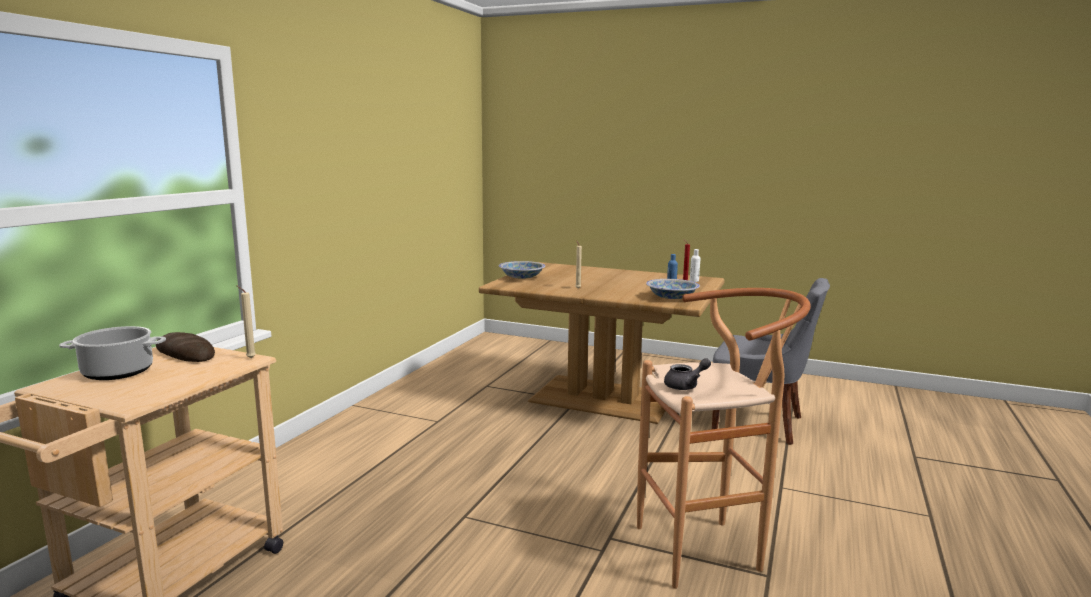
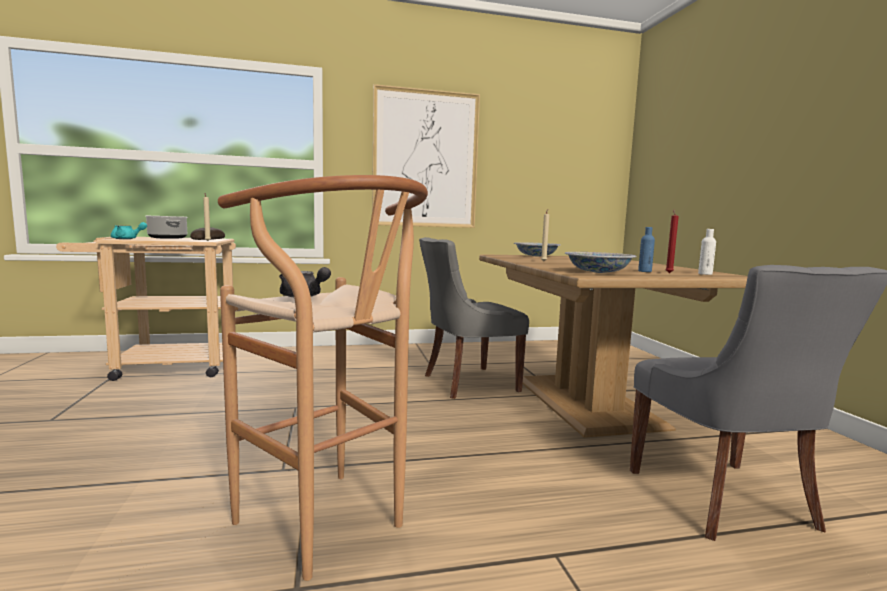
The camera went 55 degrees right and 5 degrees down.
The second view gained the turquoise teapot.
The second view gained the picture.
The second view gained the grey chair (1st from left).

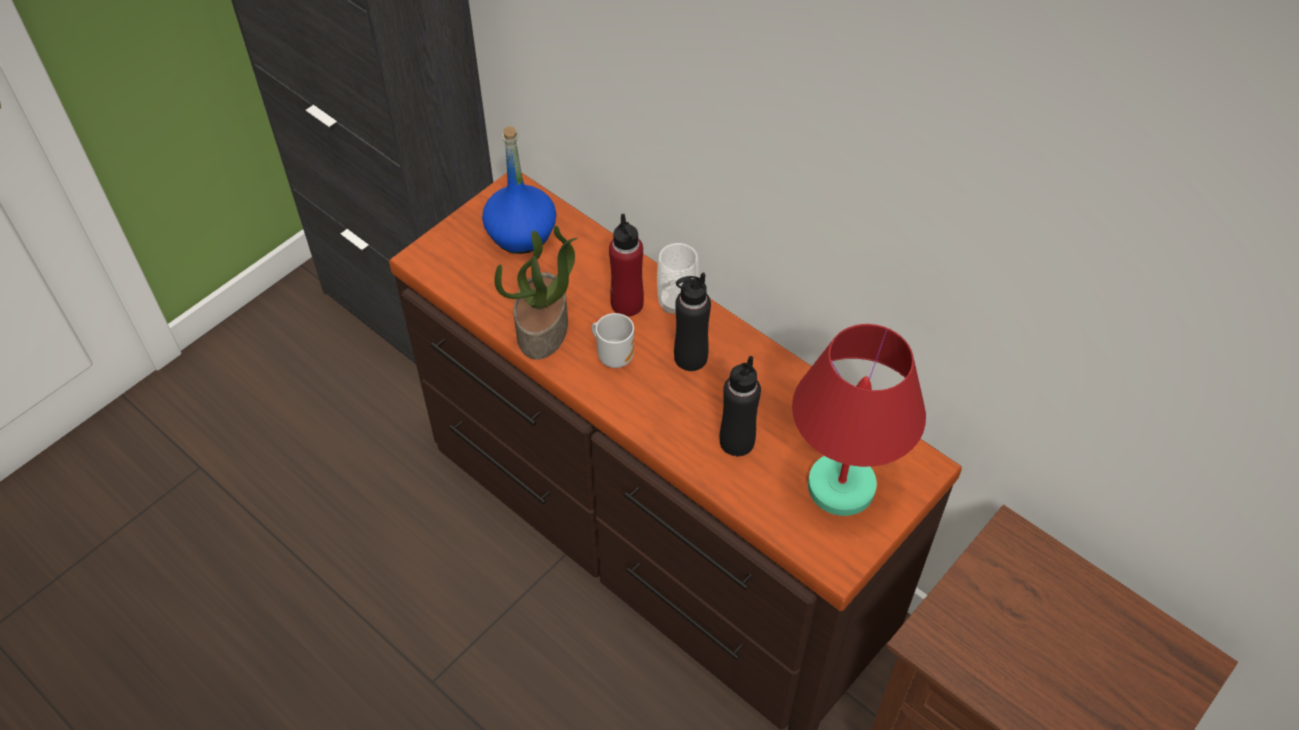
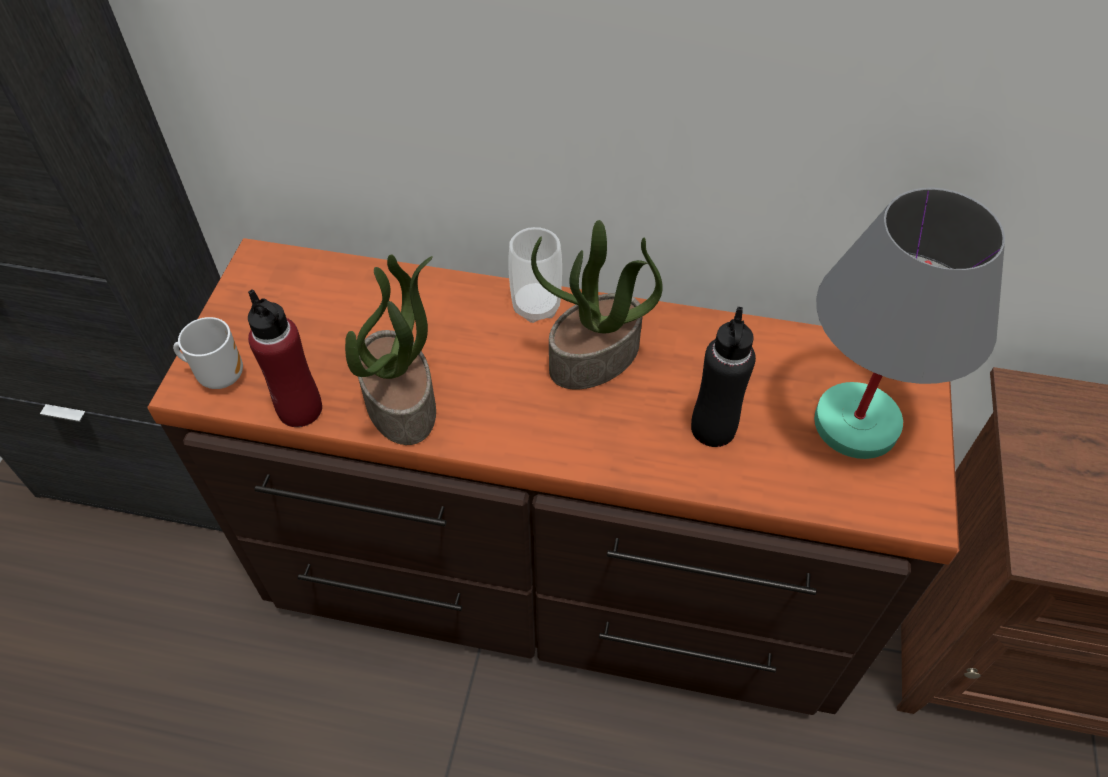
The camera went 30 degrees left and 0 degrees up.
The mug ended up elsewhere.
The red bottle ended up elsewhere.
Where the black bottle (1st from left) stood, the potted plant (2nd from left) came to stand.
What was the red table lamp turned into the grey table lamp.
The second view lost the blue bottle.

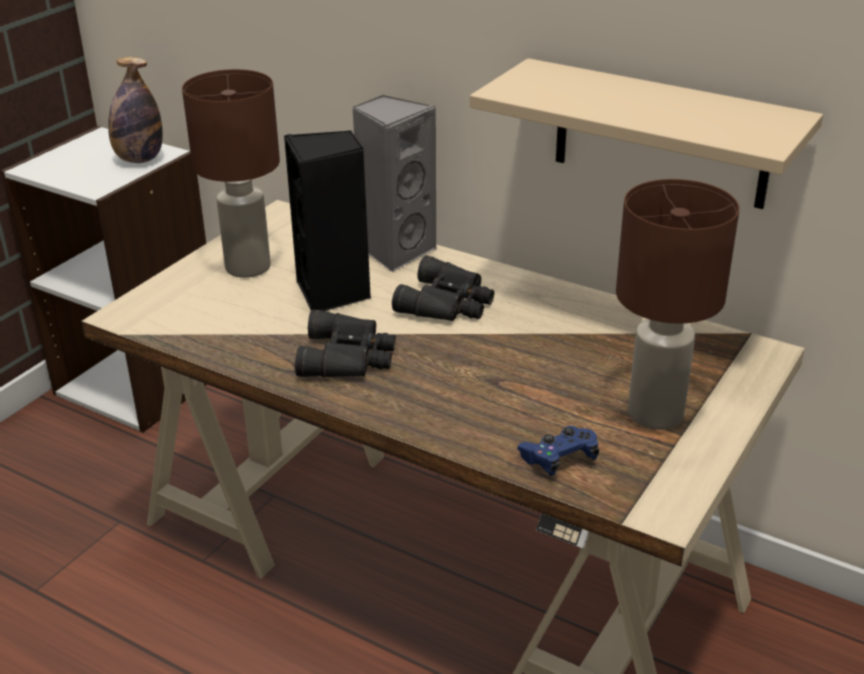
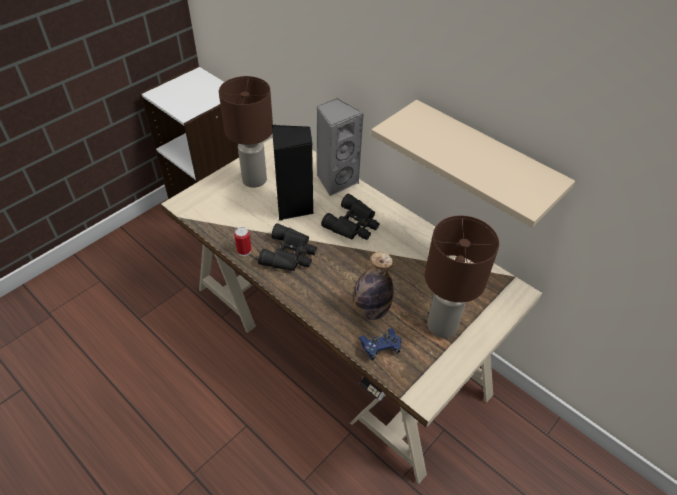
The camera went 10 degrees right and 15 degrees up.
The second view gained the can.
The bottle ended up elsewhere.

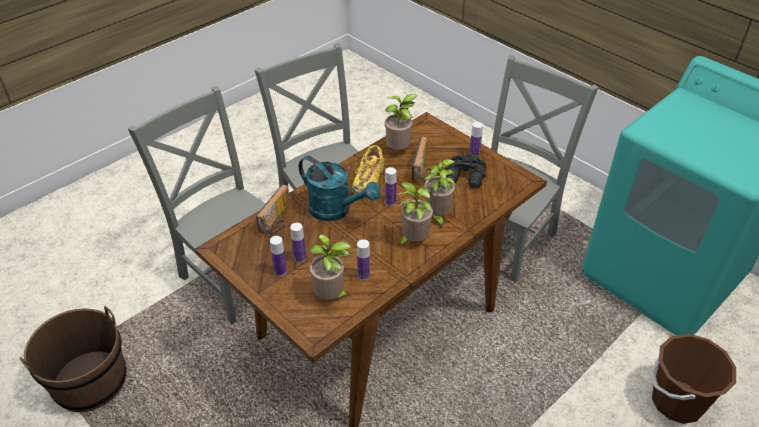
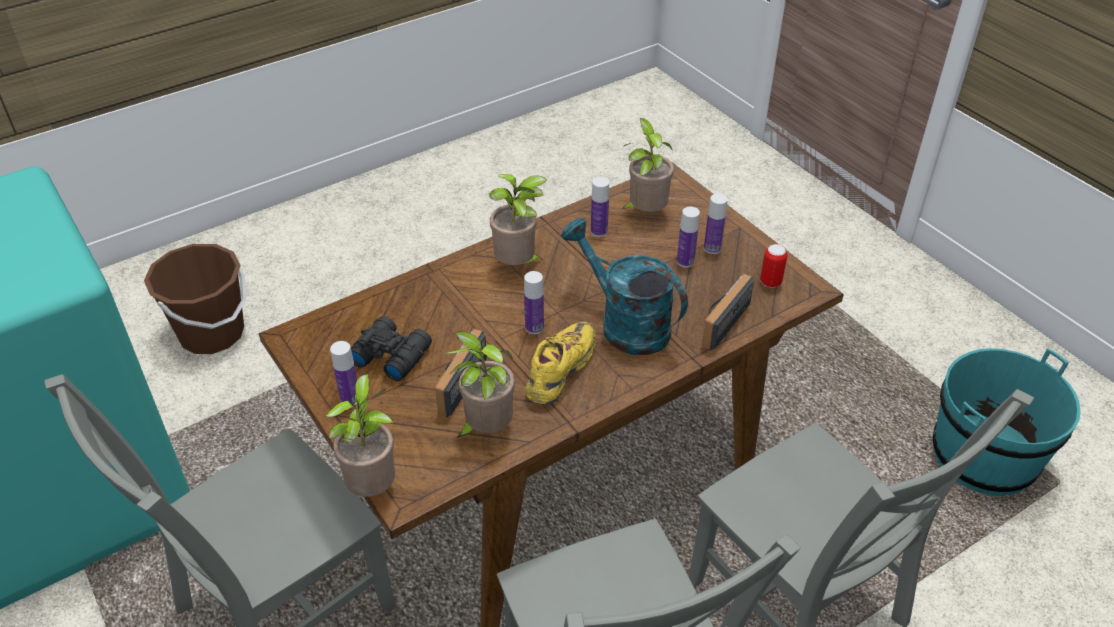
The camera went 170 degrees left and 0 degrees up.
The potted plant (4th from left in the first image) ended up elsewhere.
The second view gained the can.
What was the brown bucket (1st from left) turned into the turquoise bucket.

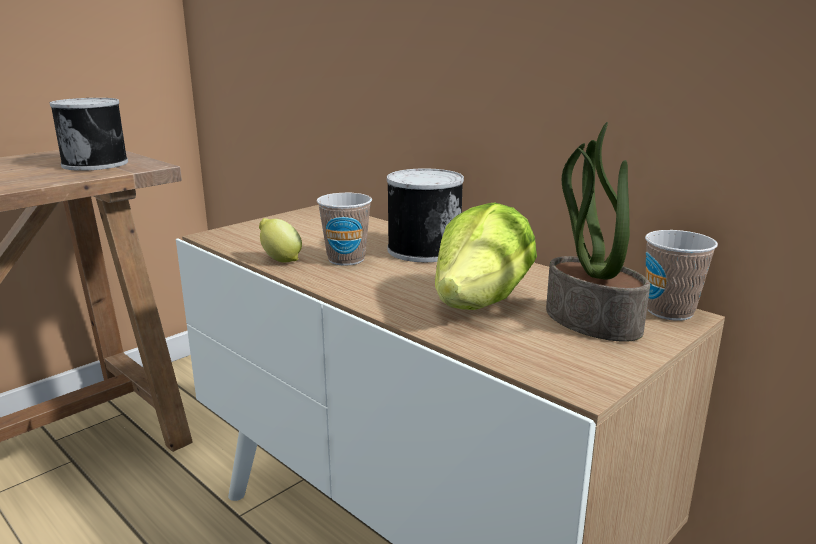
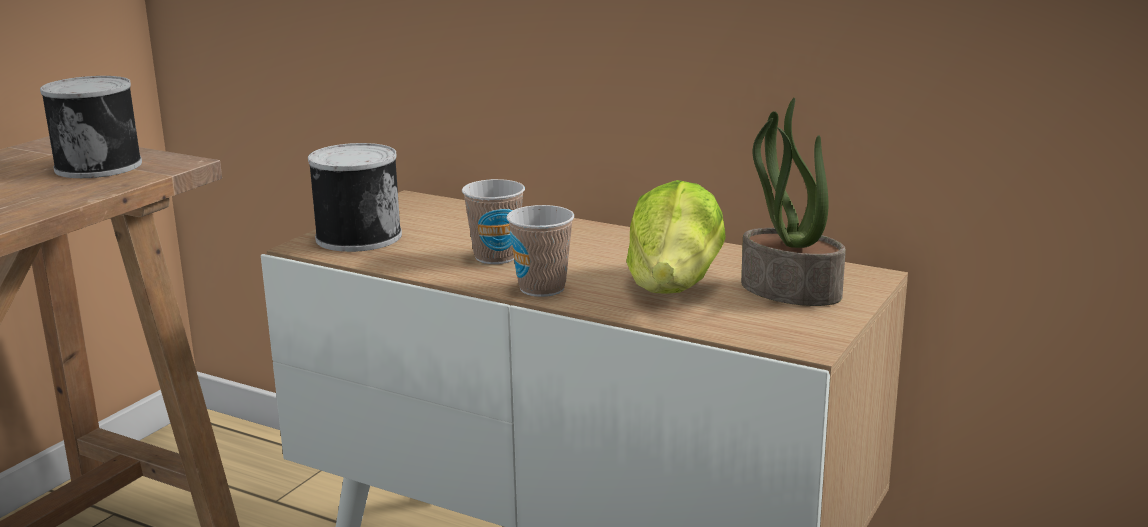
The camera went 15 degrees left and 0 degrees up.
The can (2nd from left) ended up elsewhere.
The cup (2nd from left) ended up elsewhere.
The second view lost the lemon.

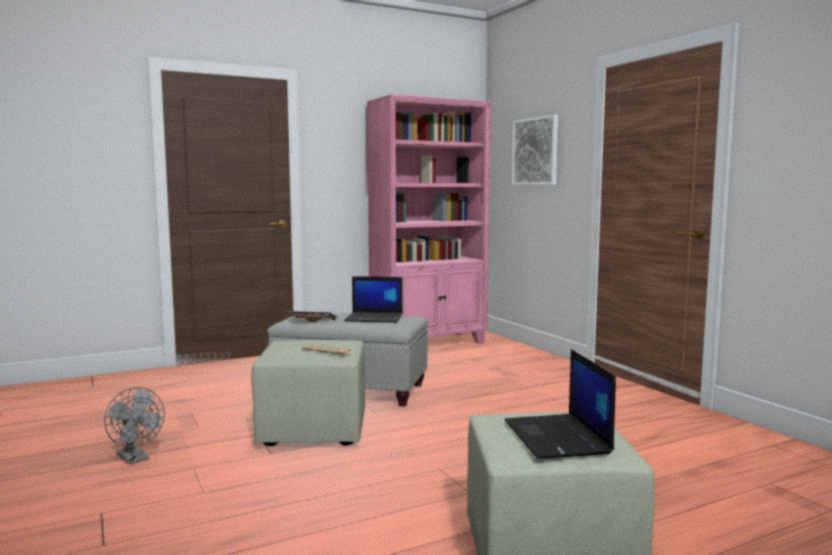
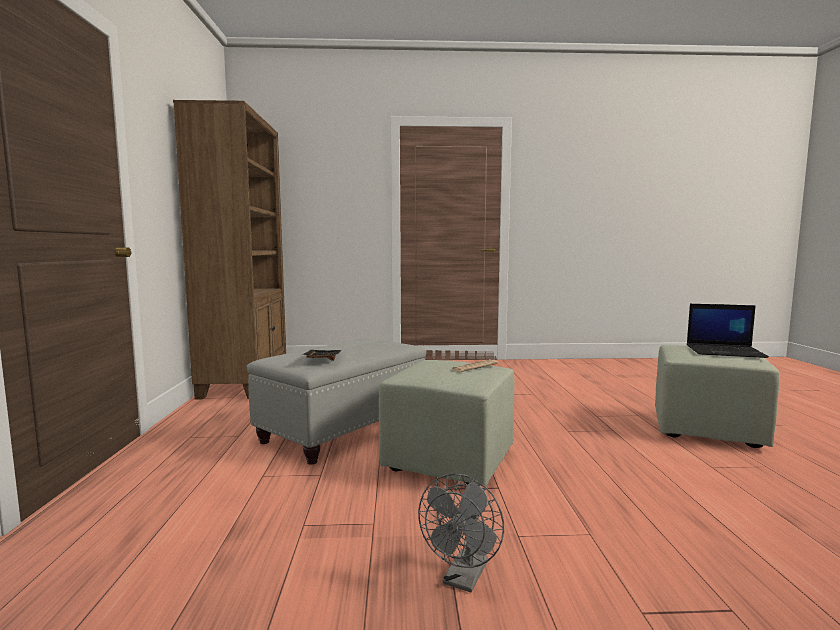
The camera went 65 degrees left and 0 degrees up.
What was the pink bookcase turned into the brown bookcase.
The grey fan ended up facing another way, 135 degrees clockwise from before.
The second view lost the laptop (1st from left).
The second view lost the picture.

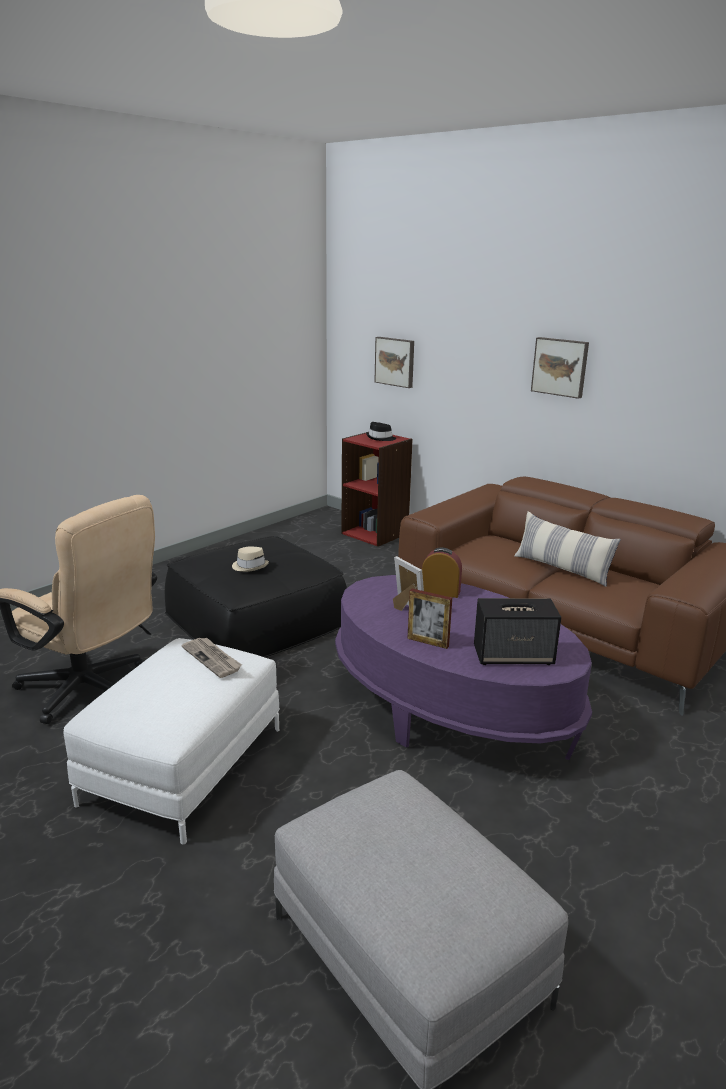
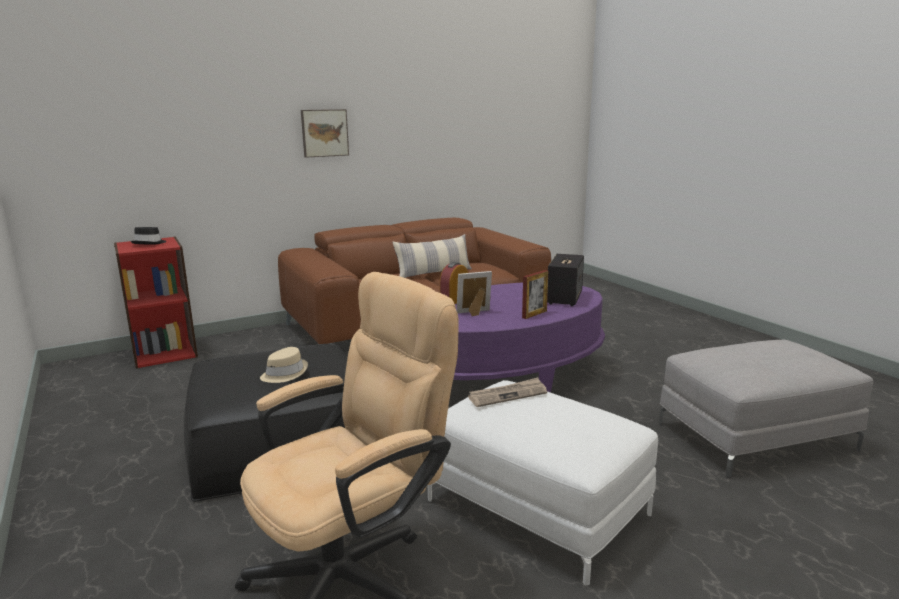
The camera went 70 degrees left and 5 degrees down.
The second view lost the picture (1st from left).

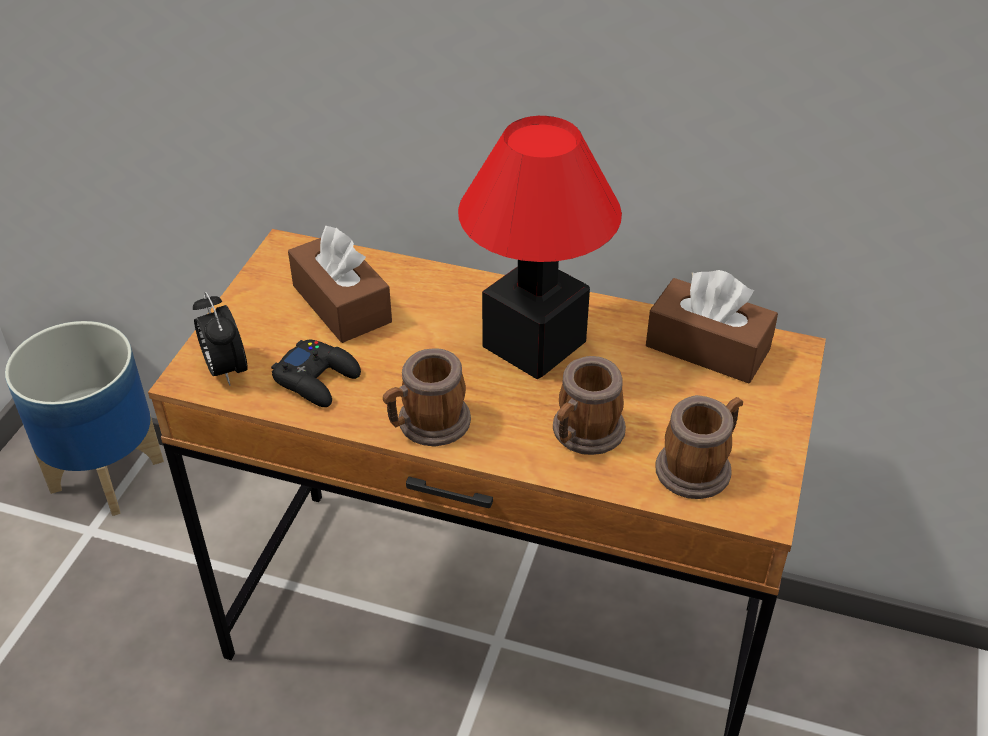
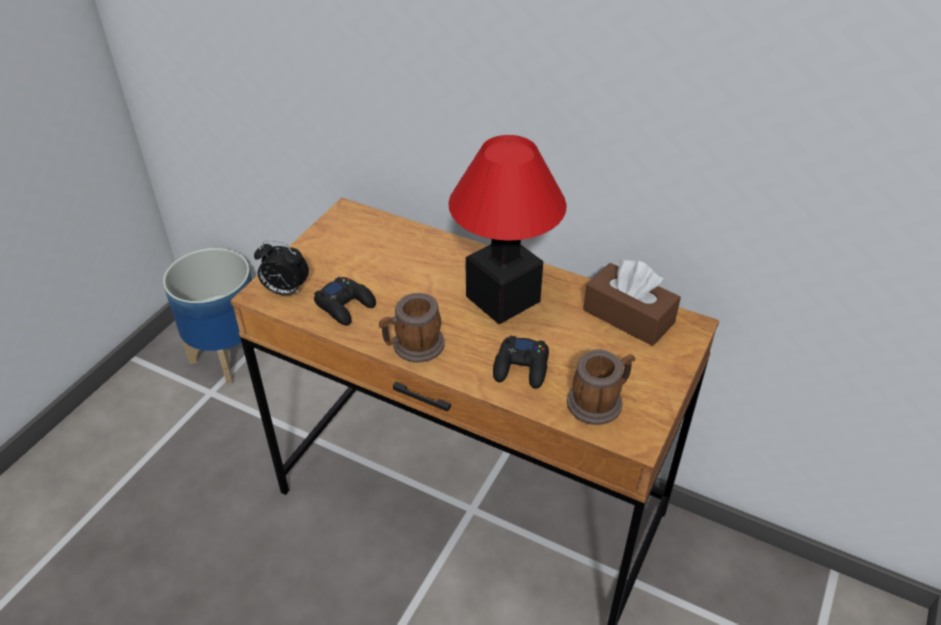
The camera went 10 degrees right and 0 degrees up.
The alarm clock ended up facing another way, 60 degrees counterclockwise from before.
Where the mug (2nd from left) stood, the black game controller (2nd from left) came to stand.
The second view lost the brown tissue box (1st from left).

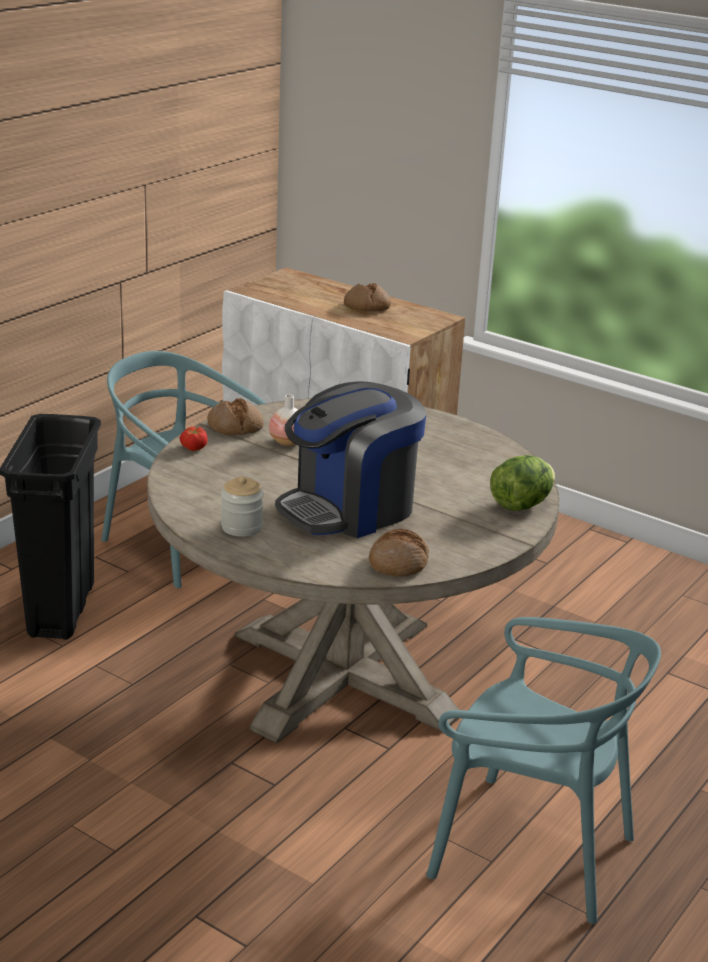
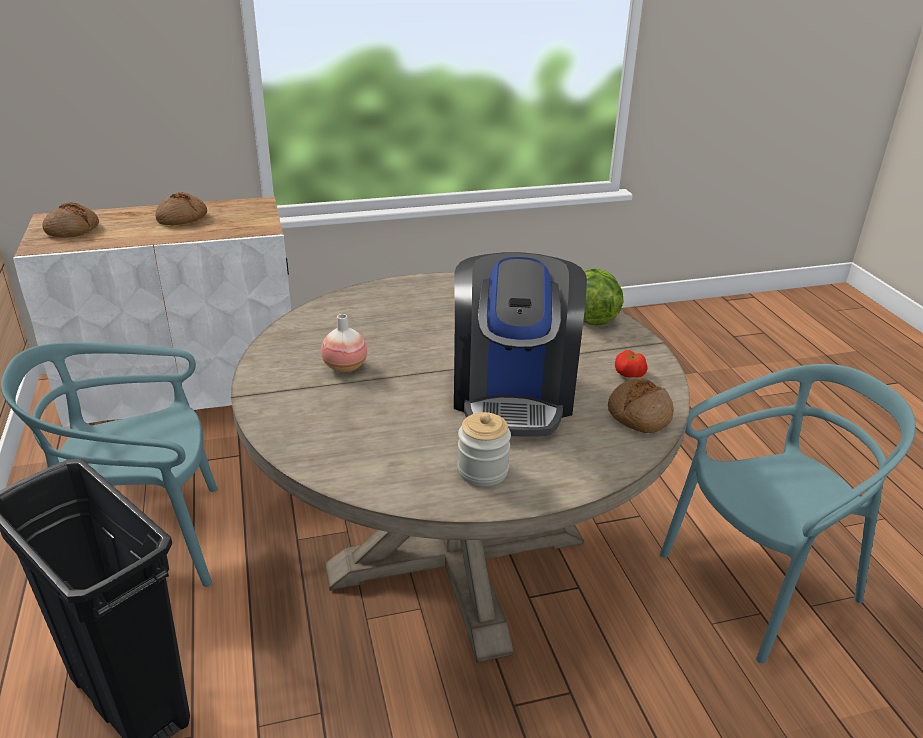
The camera went 50 degrees left and 5 degrees up.
The bread (1st from left) ended up elsewhere.
The tomato ended up elsewhere.

